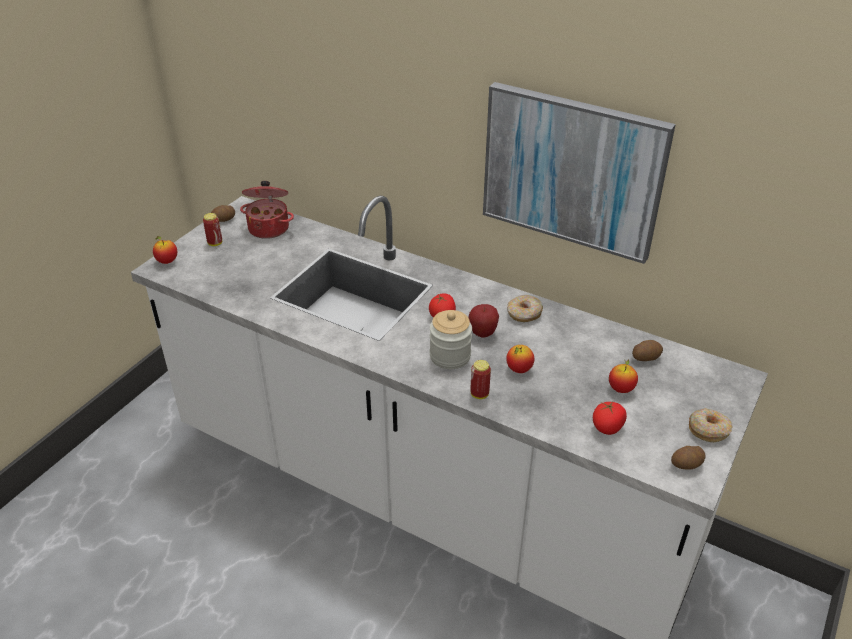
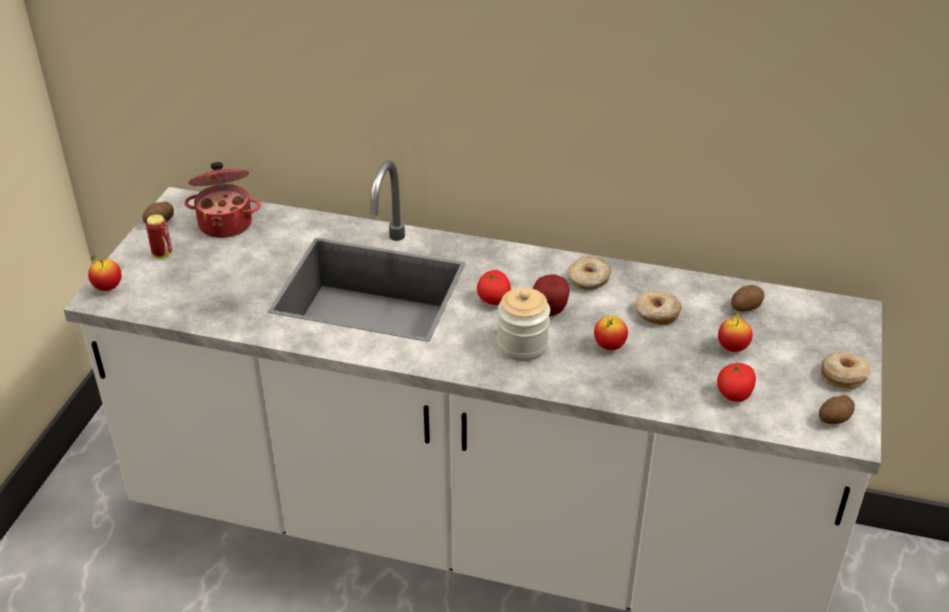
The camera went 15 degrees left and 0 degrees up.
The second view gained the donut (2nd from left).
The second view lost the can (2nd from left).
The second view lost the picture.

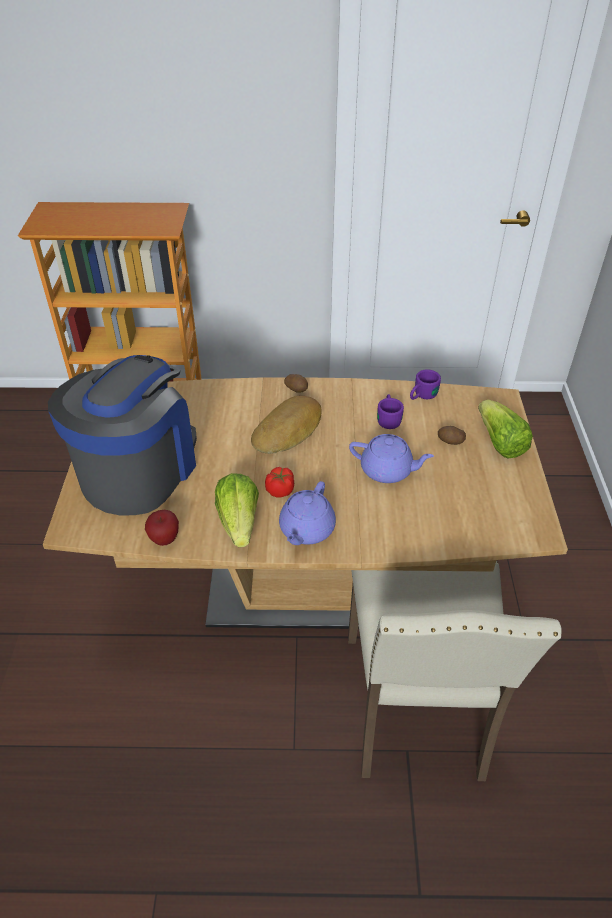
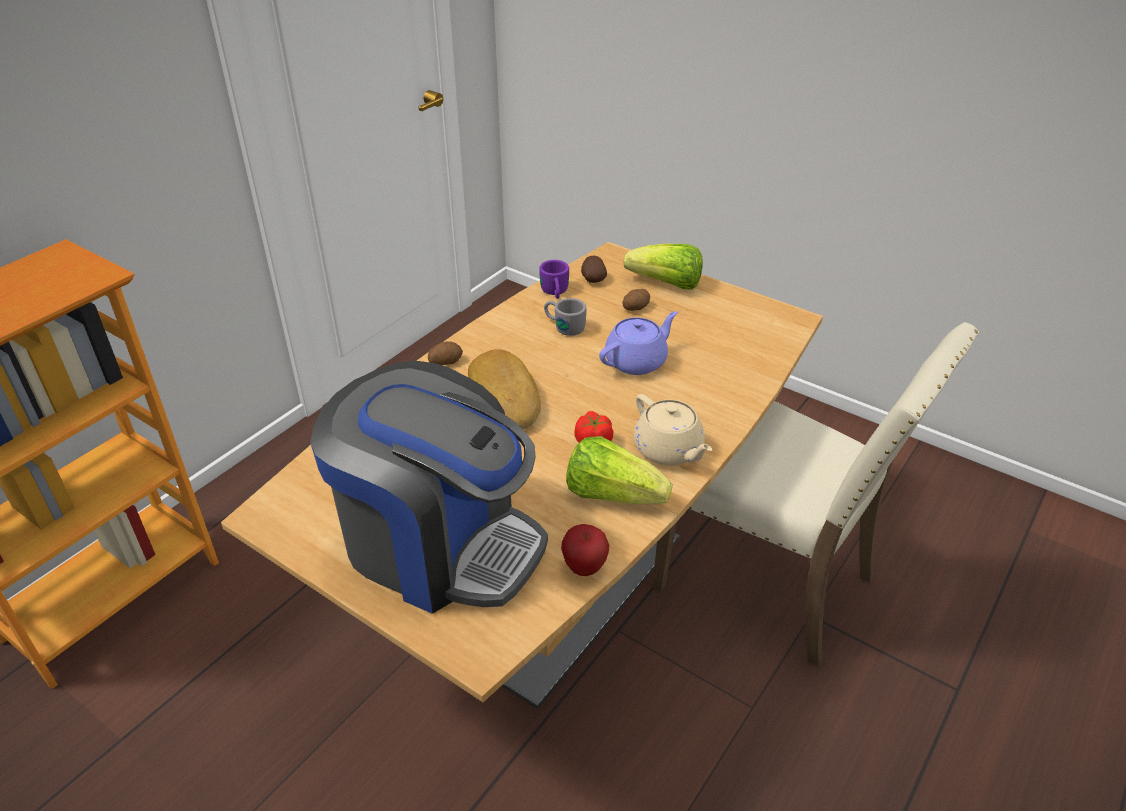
The camera went 55 degrees left and 5 degrees down.
The coffee machine ended up facing another way, 150 degrees clockwise from before.
What was the purple mug (1st from left) turned into the grey mug.
The second view gained the potato (2nd from left).
What was the purple teapot (1st from left) turned into the beige teapot.

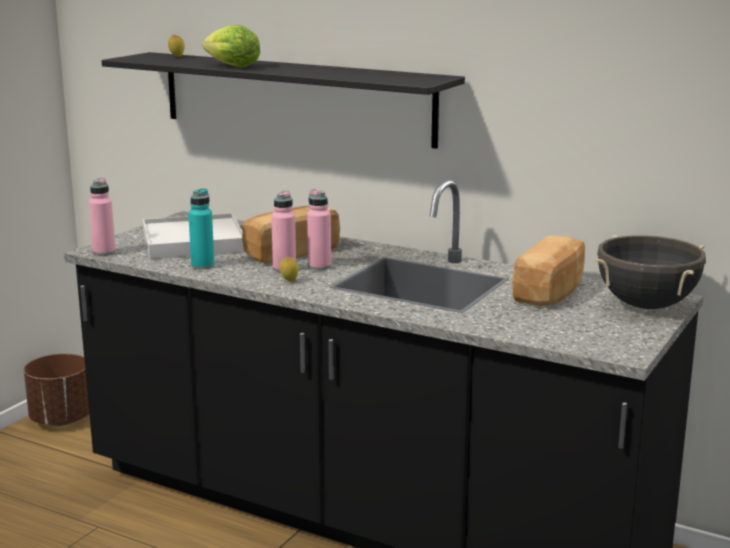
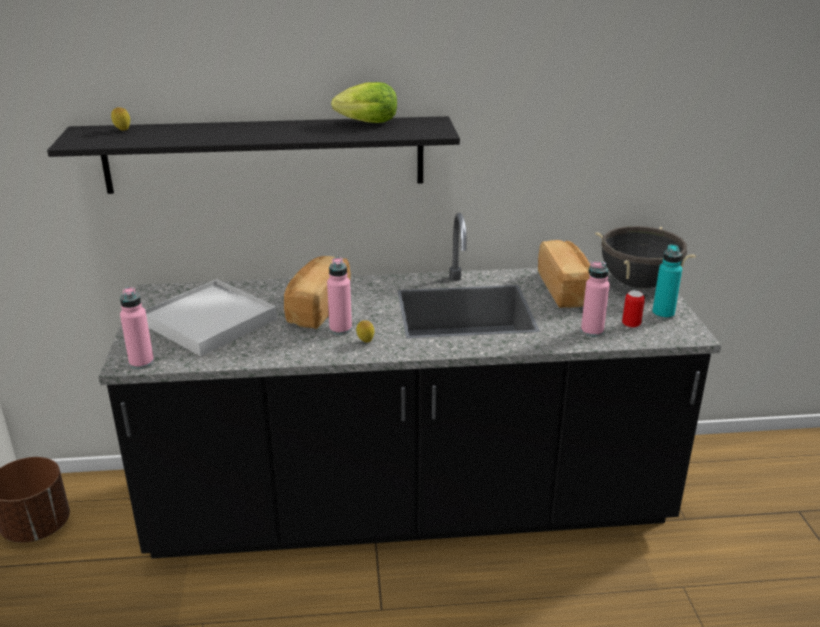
The camera went 35 degrees left and 10 degrees up.
The lettuce ended up elsewhere.
The pink bottle (3rd from left) ended up elsewhere.
The second view gained the can.
The turquoise bottle ended up elsewhere.

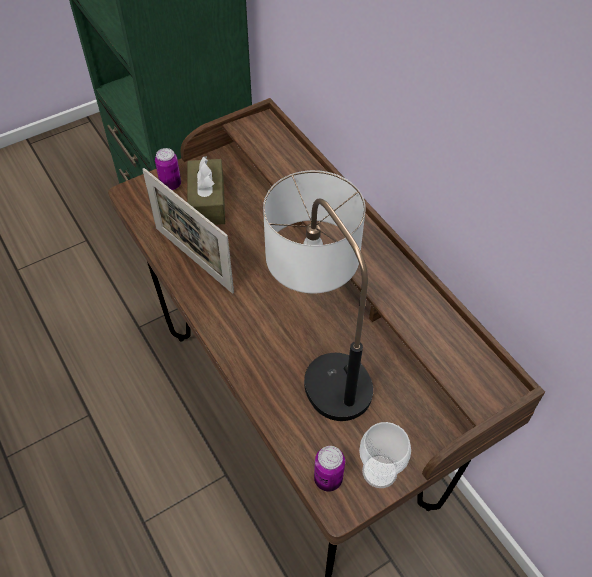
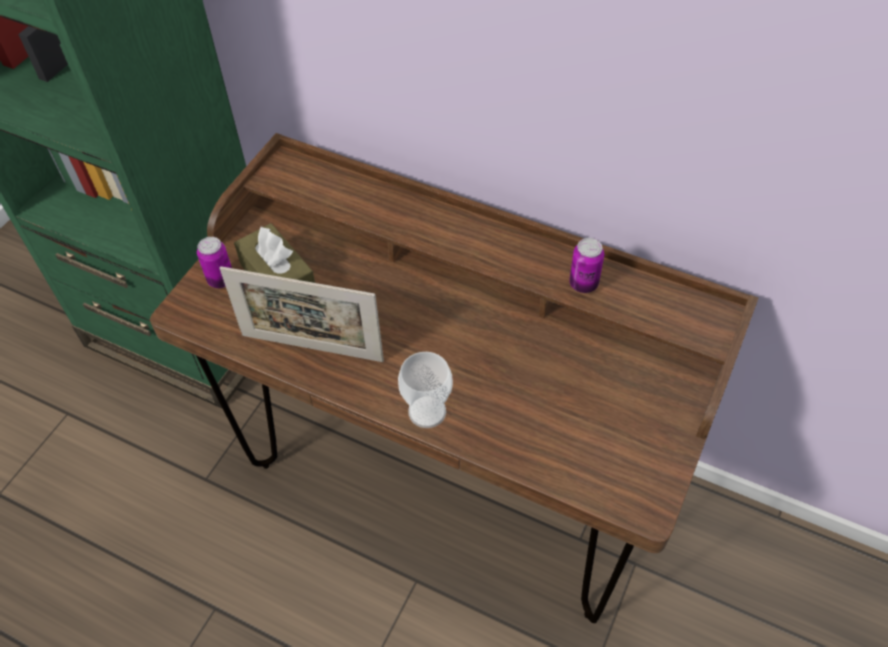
The camera went 30 degrees left and 0 degrees up.
The cup ended up elsewhere.
The can (2nd from left) ended up elsewhere.
The second view lost the table lamp.

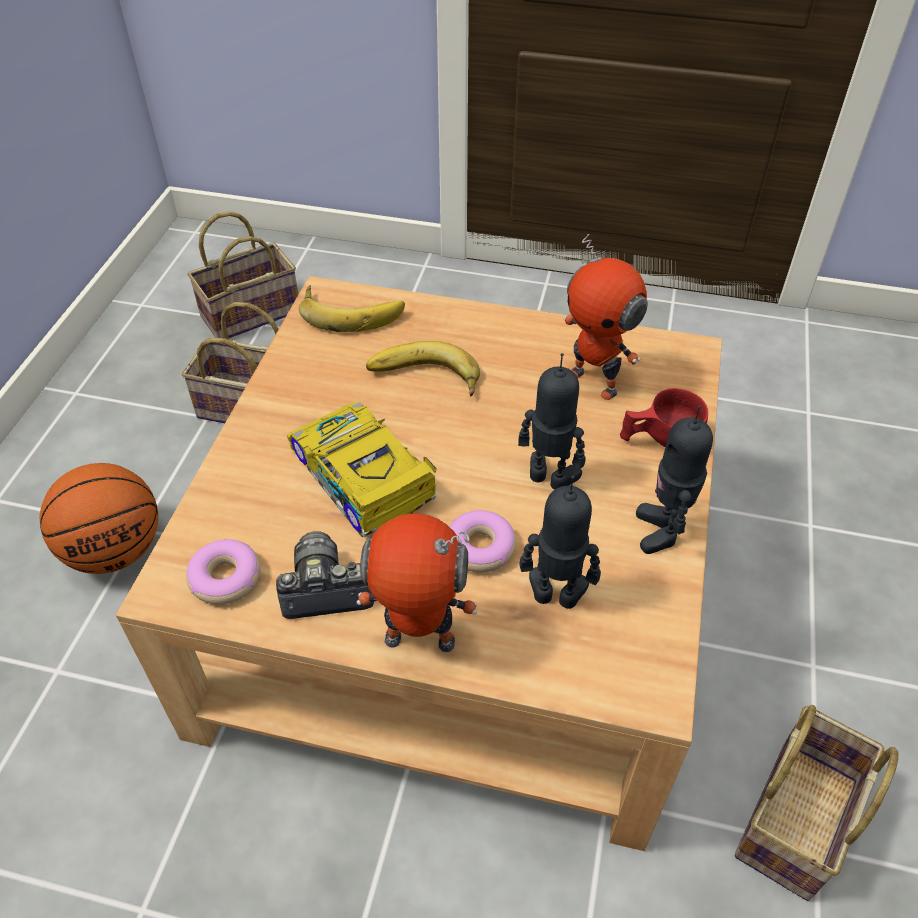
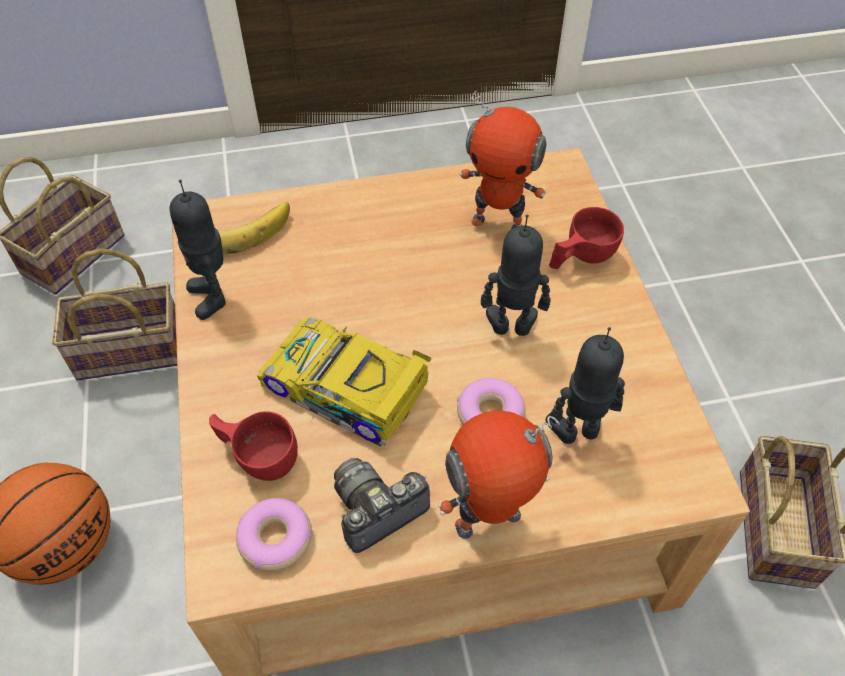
The camera went 25 degrees left and 5 degrees up.
The toy robot (5th from left in the first image) ended up elsewhere.
The second view gained the red cup (1st from left).
The second view lost the banana (2nd from left).

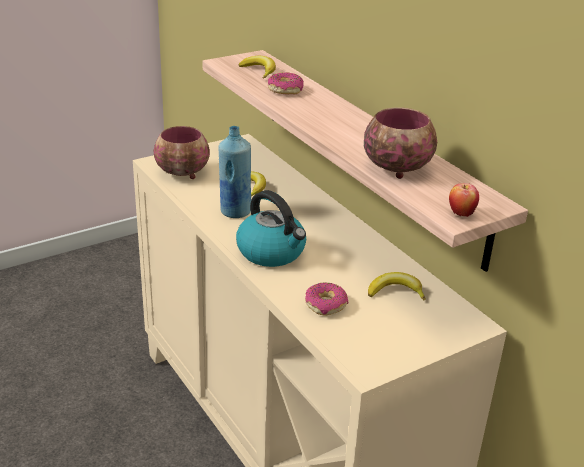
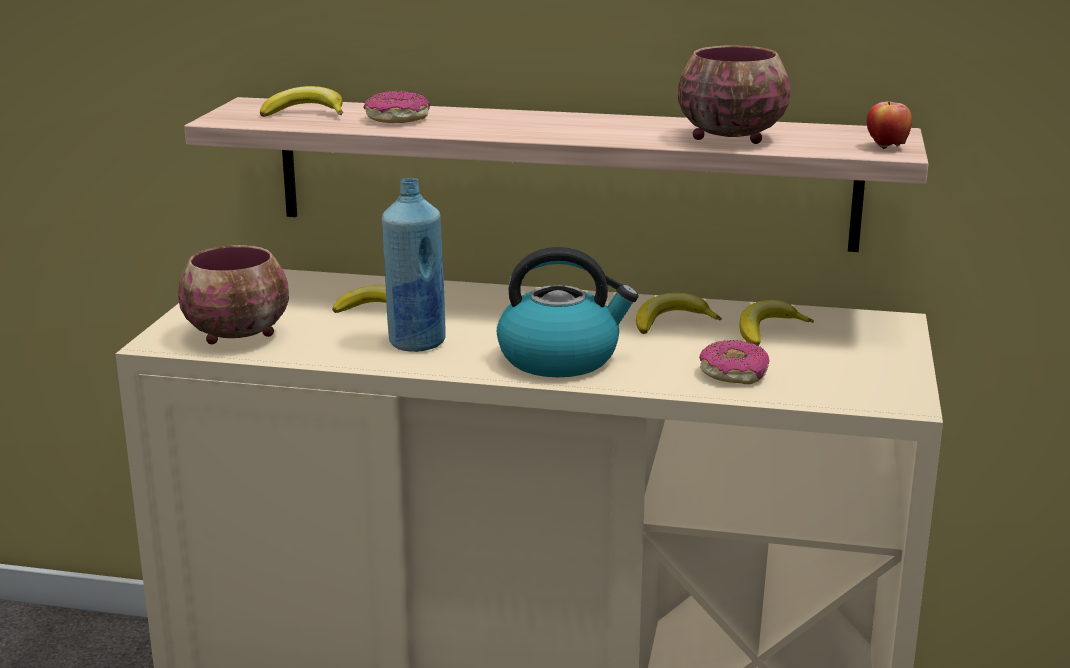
The camera went 45 degrees left and 10 degrees down.
The second view gained the banana (3rd from left).

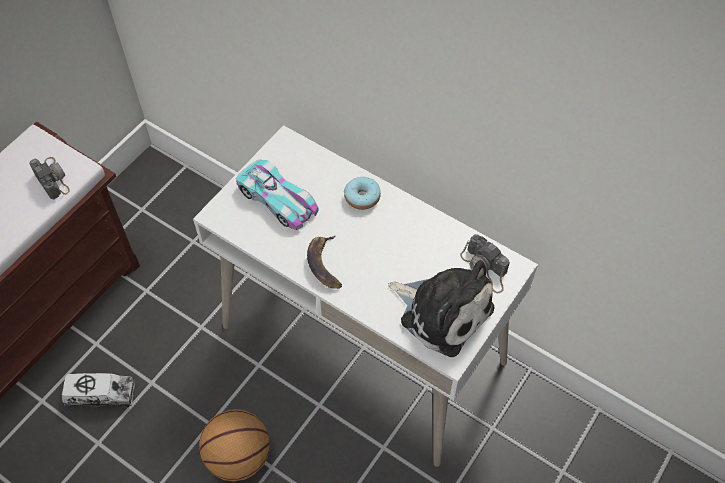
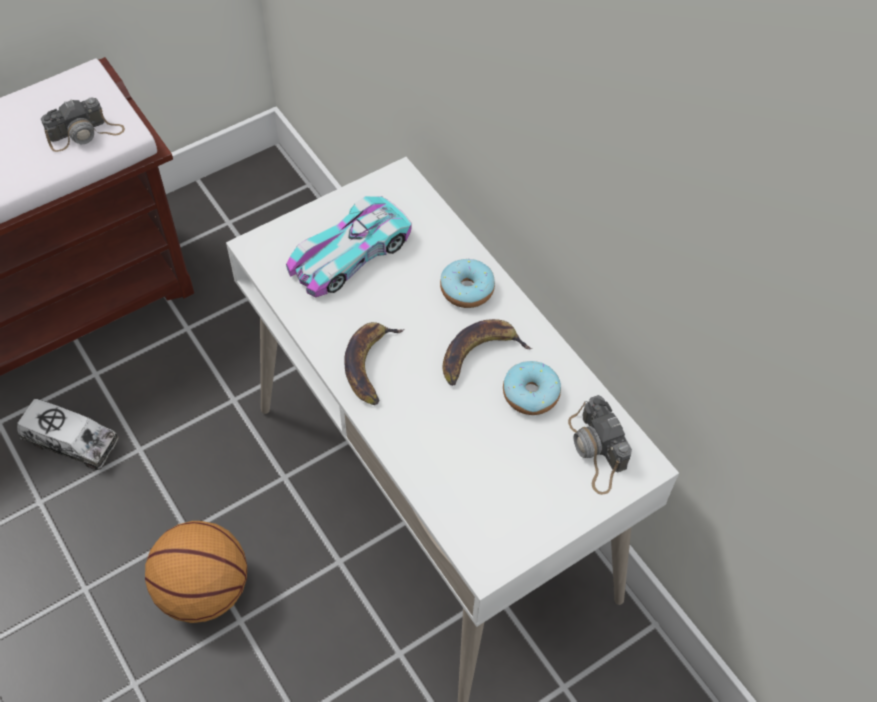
The camera went 20 degrees right and 0 degrees up.
The photo camera (1st from left) ended up facing another way, 75 degrees clockwise from before.
The toy car ended up facing another way, 75 degrees clockwise from before.
The second view gained the banana (2nd from left).
The second view gained the donut (2nd from left).
The second view lost the plush toy.

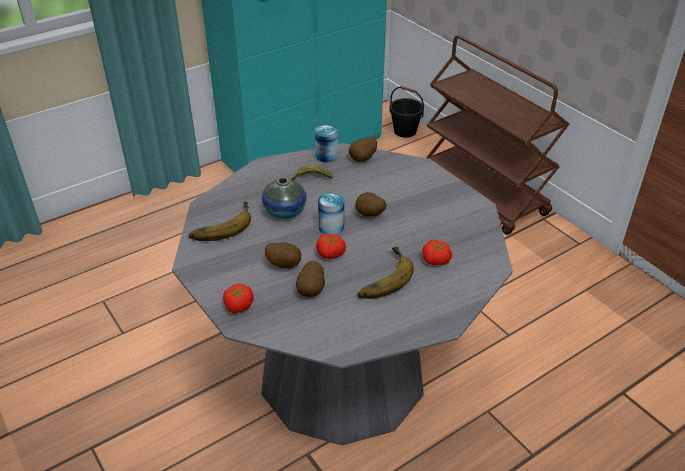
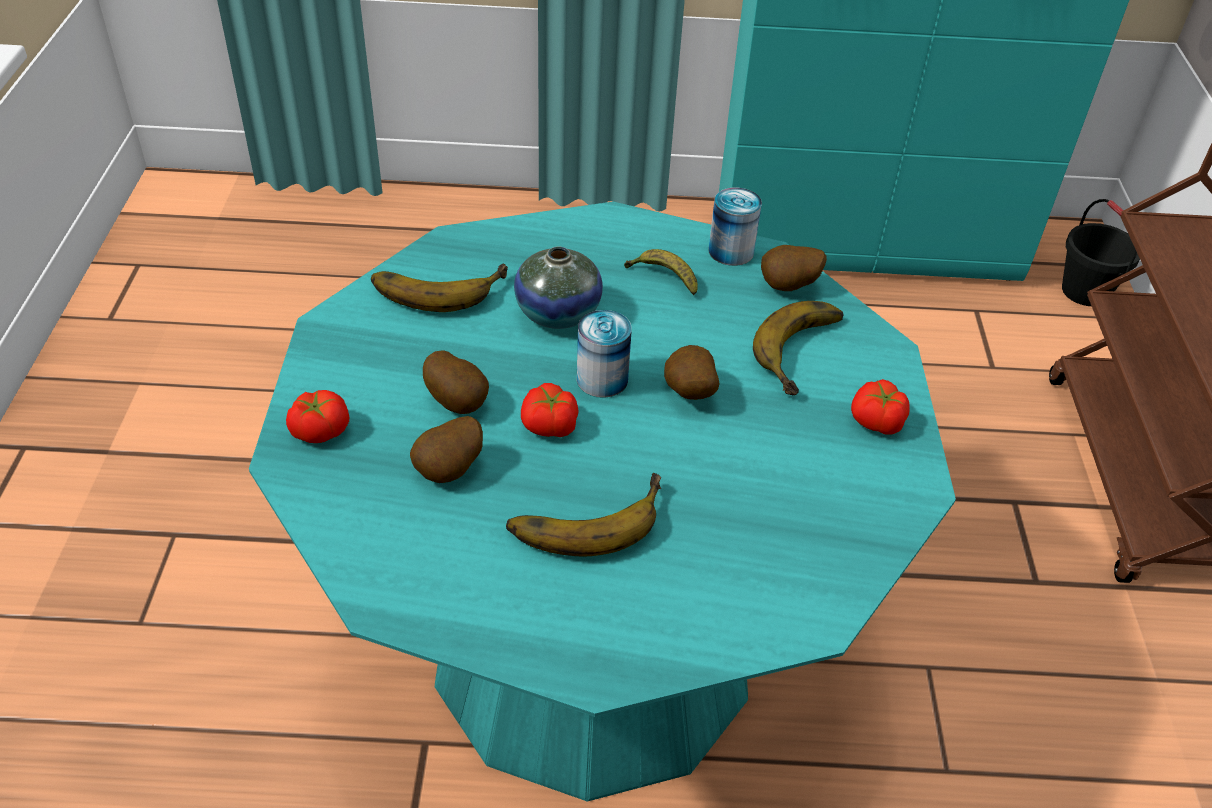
The camera went 35 degrees right and 5 degrees up.
What was the grey dining table turned into the turquoise dining table.
The second view gained the banana (4th from left).
The tomato (3rd from left) ended up elsewhere.

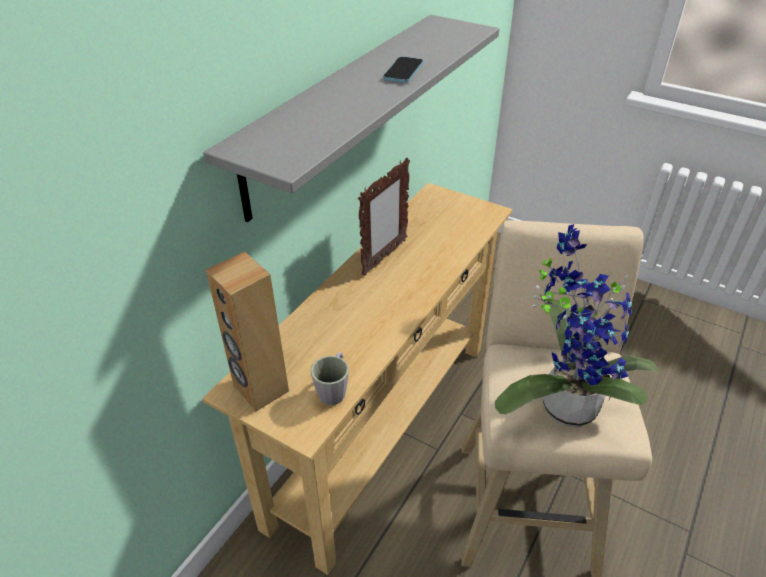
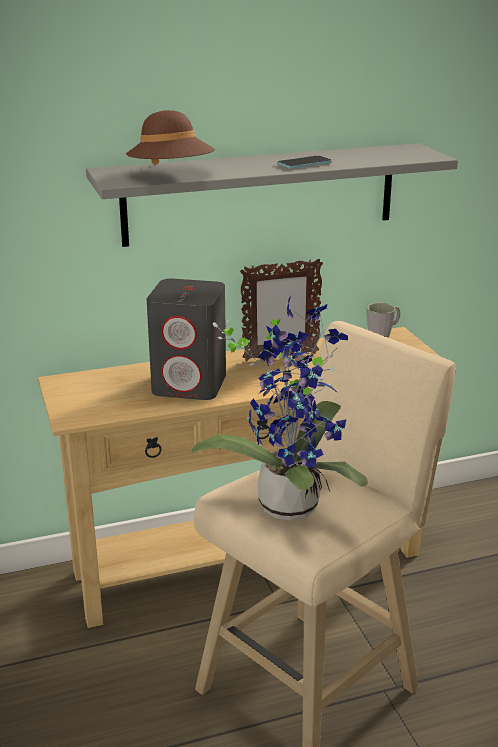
The camera went 40 degrees right and 15 degrees down.
The second view gained the brown hat.
The second view gained the grey speaker.
The grey mug ended up elsewhere.
The second view lost the brown speaker.

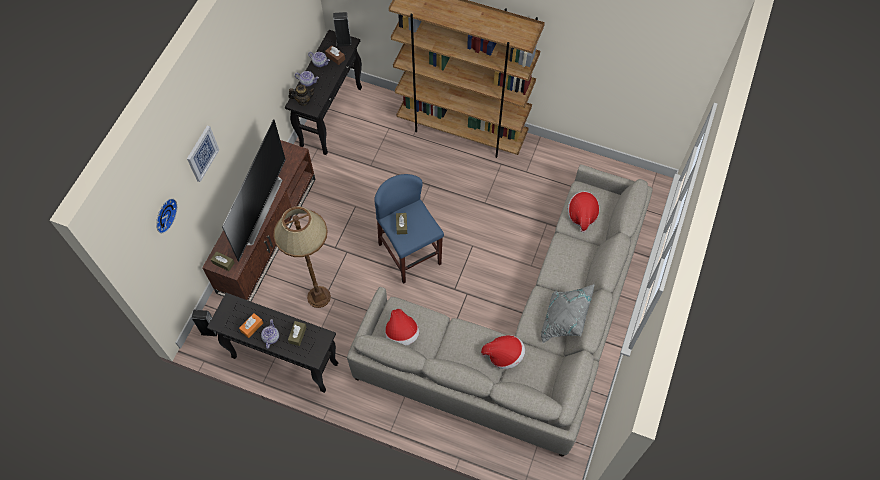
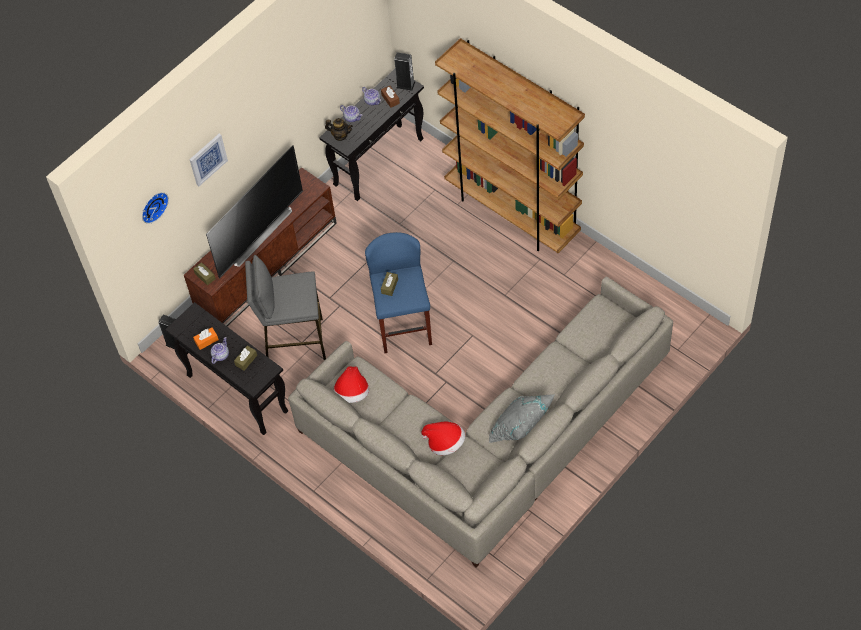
The camera went 25 degrees right and 5 degrees down.
Where the brown floor lamp stood, the grey stool came to stand.
The second view lost the hat (3rd from left).

